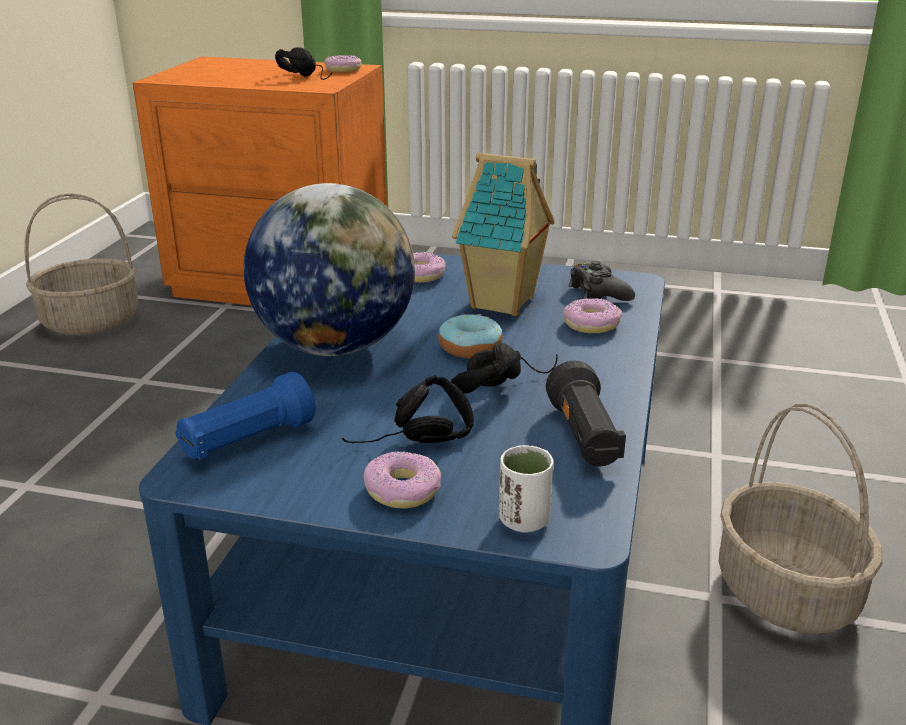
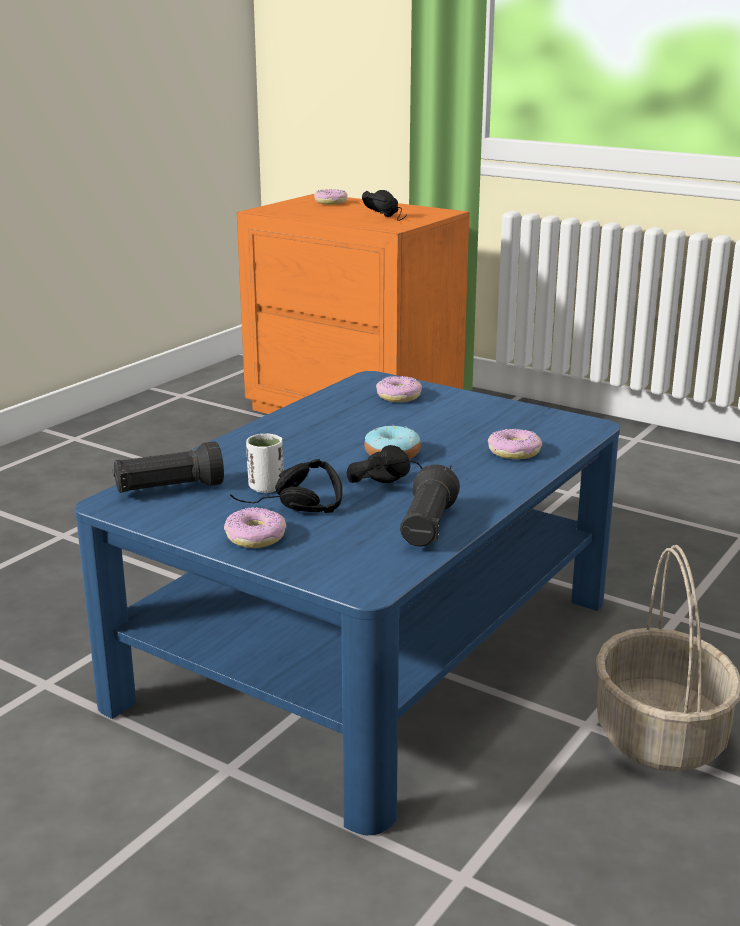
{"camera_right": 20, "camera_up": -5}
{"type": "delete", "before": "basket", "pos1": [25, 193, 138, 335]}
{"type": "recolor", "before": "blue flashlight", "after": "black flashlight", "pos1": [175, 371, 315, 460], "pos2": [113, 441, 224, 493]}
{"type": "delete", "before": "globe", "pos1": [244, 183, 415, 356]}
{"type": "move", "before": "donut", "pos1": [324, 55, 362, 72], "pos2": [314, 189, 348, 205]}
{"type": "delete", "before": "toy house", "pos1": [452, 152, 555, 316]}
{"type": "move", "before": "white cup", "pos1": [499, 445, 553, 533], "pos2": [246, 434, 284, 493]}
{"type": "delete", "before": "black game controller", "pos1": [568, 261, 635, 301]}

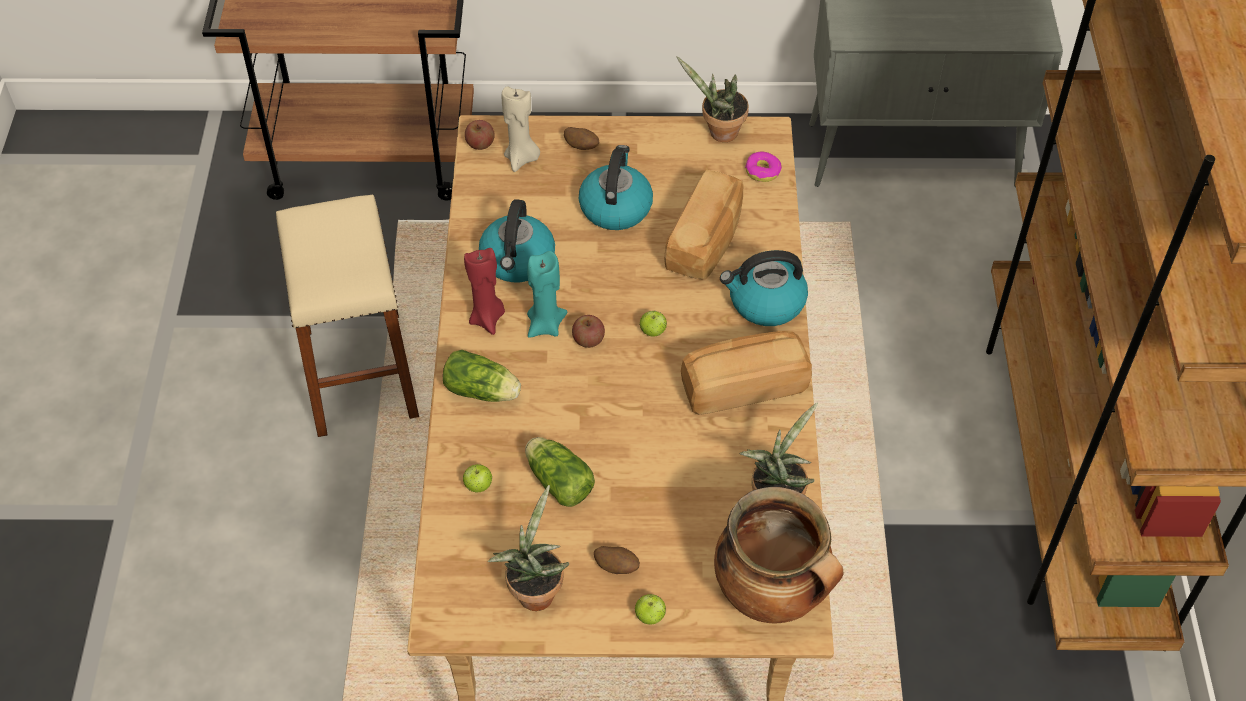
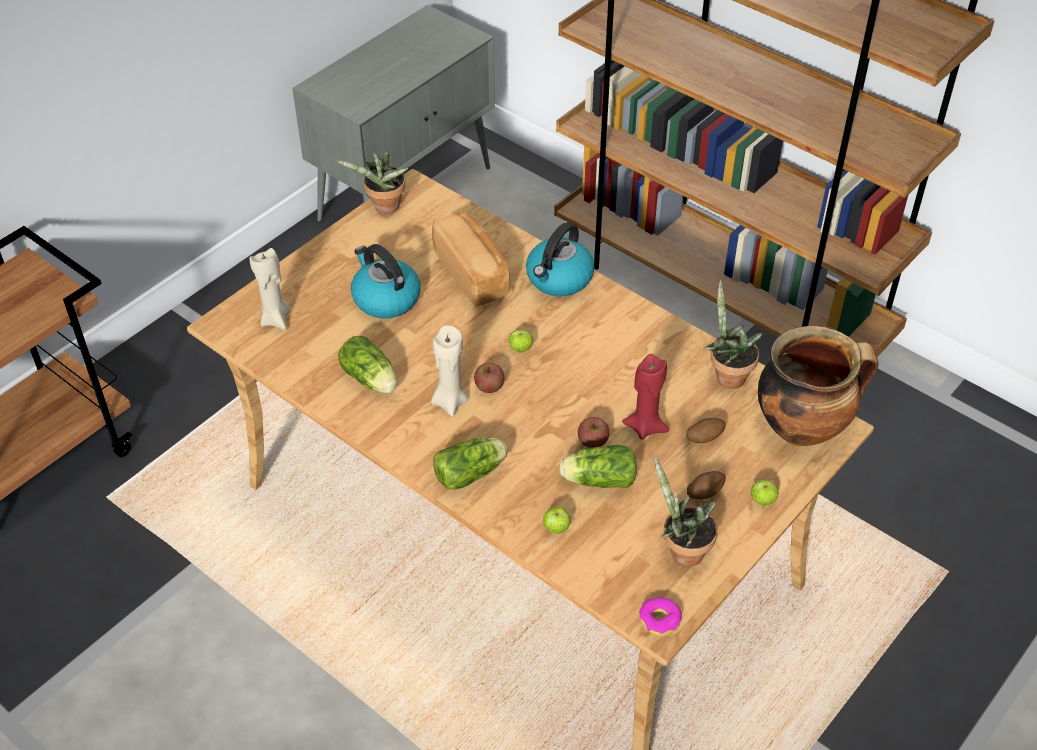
{"camera_right": -50, "camera_up": -5}
{"type": "delete", "before": "beige stool", "pos1": [276, 195, 419, 437]}
{"type": "move", "before": "red candle", "pos1": [464, 248, 505, 335], "pos2": [622, 354, 669, 440]}
{"type": "move", "before": "apple", "pos1": [465, 120, 494, 150], "pos2": [578, 417, 609, 448]}
{"type": "replace", "before": "kettle", "after": "lettuce", "pos1": [479, 199, 555, 282], "pos2": [338, 336, 397, 393]}
{"type": "recolor", "before": "turquoise candle", "after": "beige candle", "pos1": [527, 251, 567, 338], "pos2": [431, 325, 468, 416]}
{"type": "move", "before": "potato", "pos1": [564, 127, 599, 150], "pos2": [686, 418, 726, 443]}
{"type": "delete", "before": "bread", "pos1": [681, 331, 812, 415]}
{"type": "move", "before": "donut", "pos1": [745, 152, 782, 182], "pos2": [639, 597, 682, 636]}

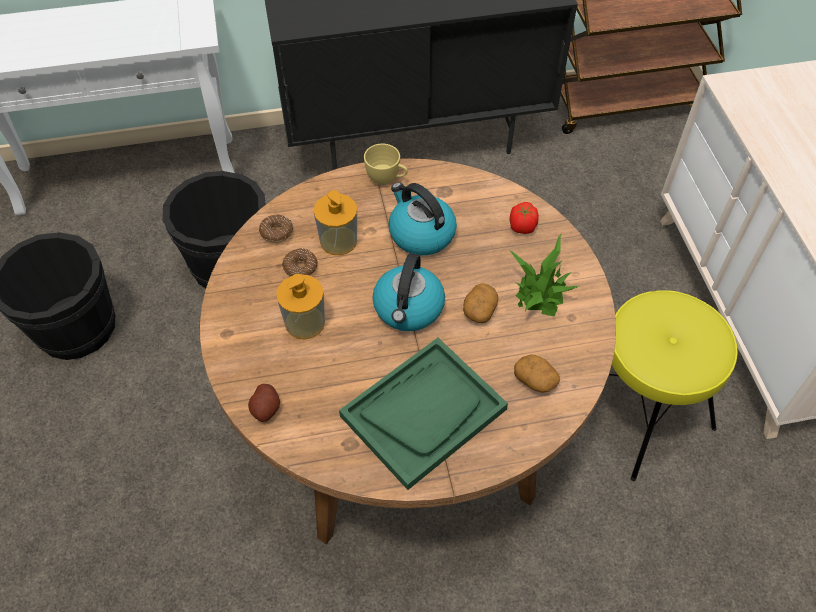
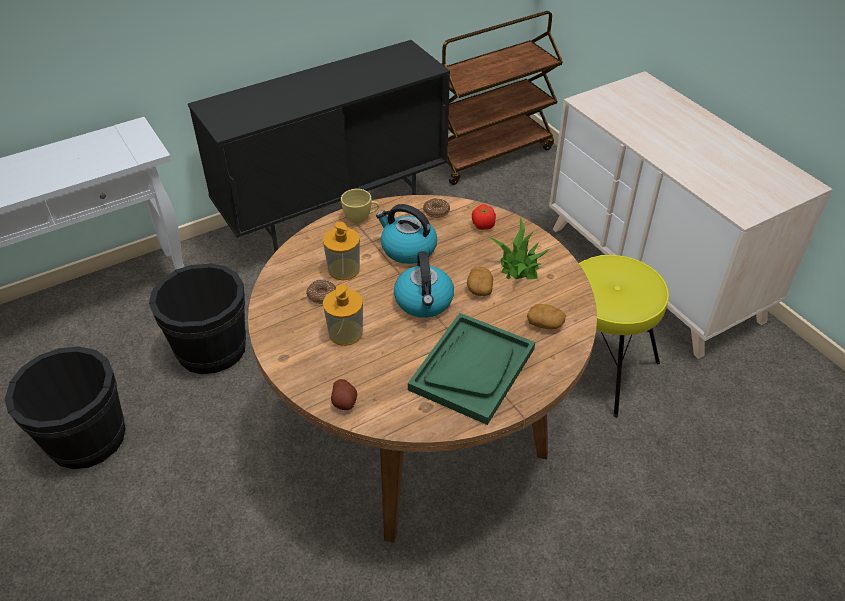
{"camera_right": -20, "camera_up": -10}
{"type": "move", "before": "donut", "pos1": [259, 215, 293, 243], "pos2": [423, 198, 450, 218]}

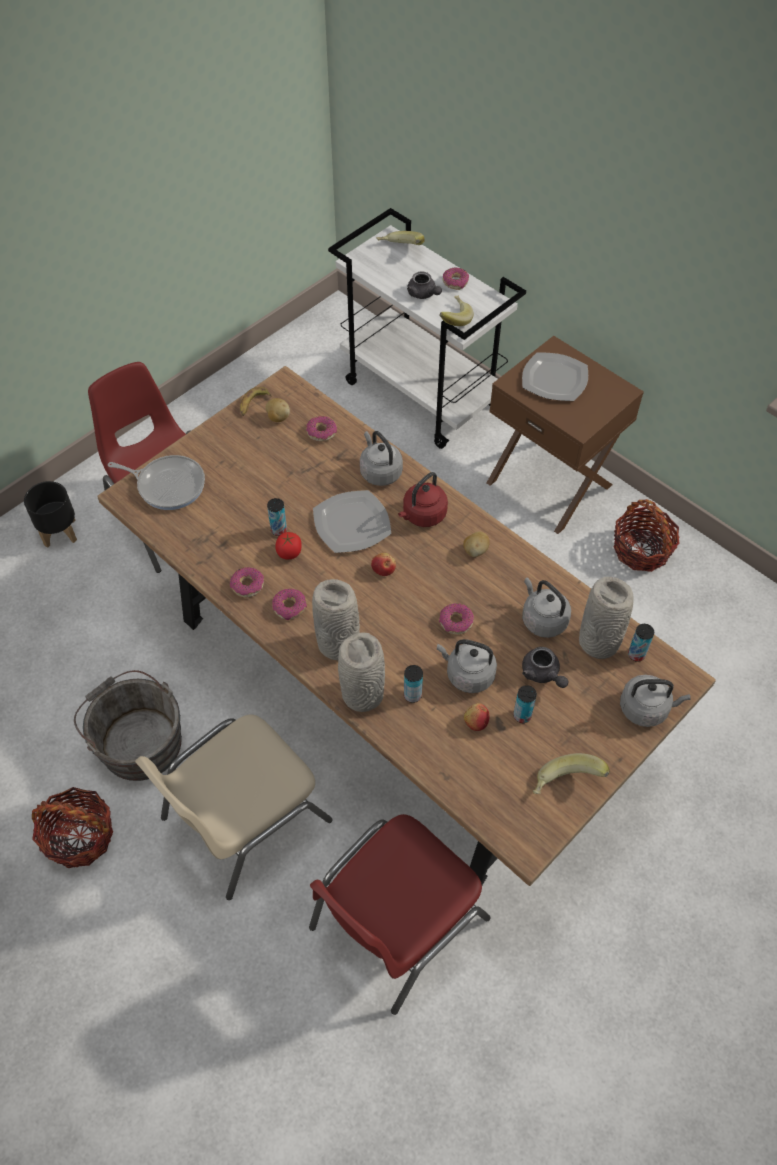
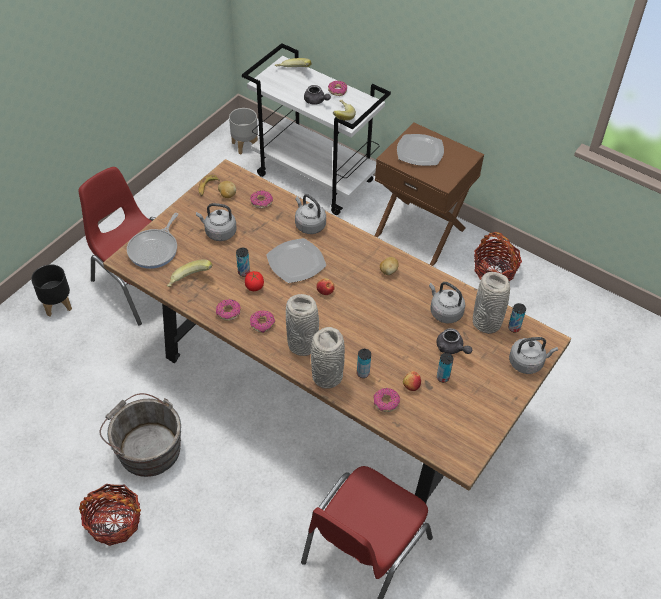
{"camera_right": -10, "camera_up": -5}
{"type": "rotate", "before": "frying pan", "pos1": [108, 455, 205, 510], "pos2": [127, 213, 178, 269], "turn": 105}
{"type": "delete", "before": "beige chair", "pos1": [135, 714, 333, 900]}
{"type": "delete", "before": "red kettle", "pos1": [398, 472, 448, 527]}
{"type": "move", "before": "grey kettle", "pos1": [437, 639, 497, 693], "pos2": [196, 203, 237, 241]}
{"type": "move", "before": "donut", "pos1": [439, 603, 474, 635], "pos2": [373, 388, 400, 412]}
{"type": "move", "before": "banana", "pos1": [533, 753, 610, 794], "pos2": [167, 260, 213, 287]}
{"type": "insert", "after": "grey planter", "pos2": [229, 108, 258, 154]}

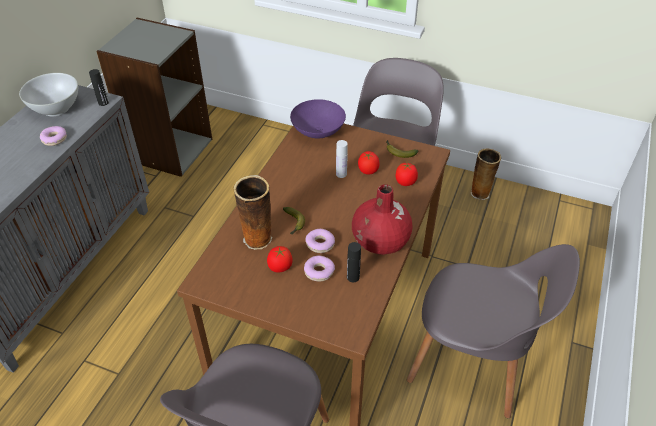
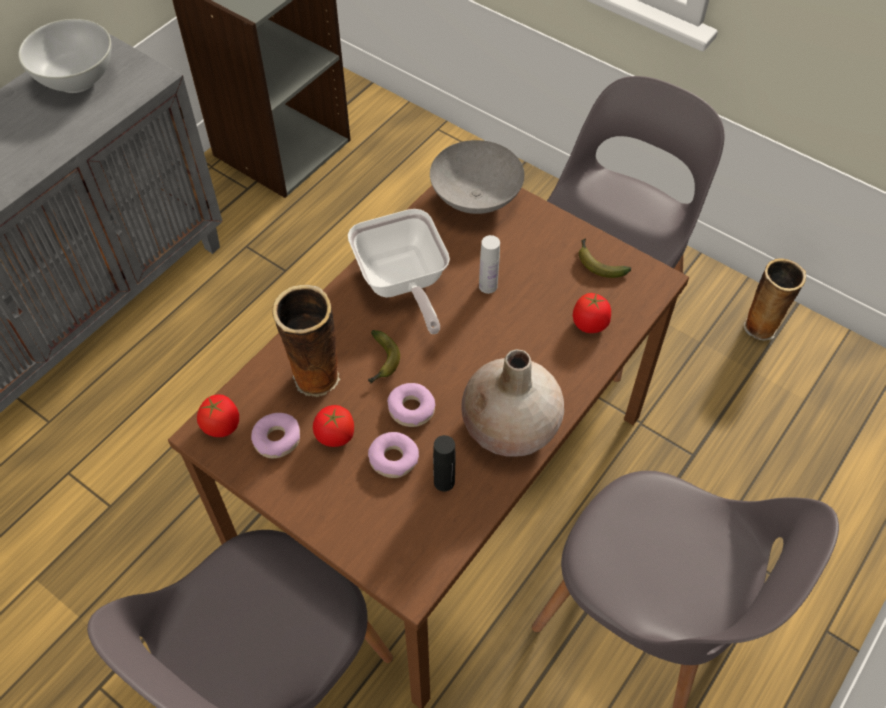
{"camera_right": 15, "camera_up": 10}
{"type": "move", "before": "donut", "pos1": [40, 126, 67, 146], "pos2": [251, 413, 300, 458]}
{"type": "delete", "before": "black bottle", "pos1": [89, 69, 109, 106]}
{"type": "recolor", "before": "purple bowl", "after": "grey bowl", "pos1": [290, 99, 346, 139], "pos2": [430, 140, 524, 214]}
{"type": "recolor", "before": "red vase", "after": "beige vase", "pos1": [352, 184, 413, 255], "pos2": [461, 349, 564, 456]}
{"type": "move", "before": "tomato", "pos1": [358, 151, 380, 174], "pos2": [197, 394, 239, 437]}
{"type": "insert", "after": "frying pan", "pos2": [348, 209, 450, 334]}

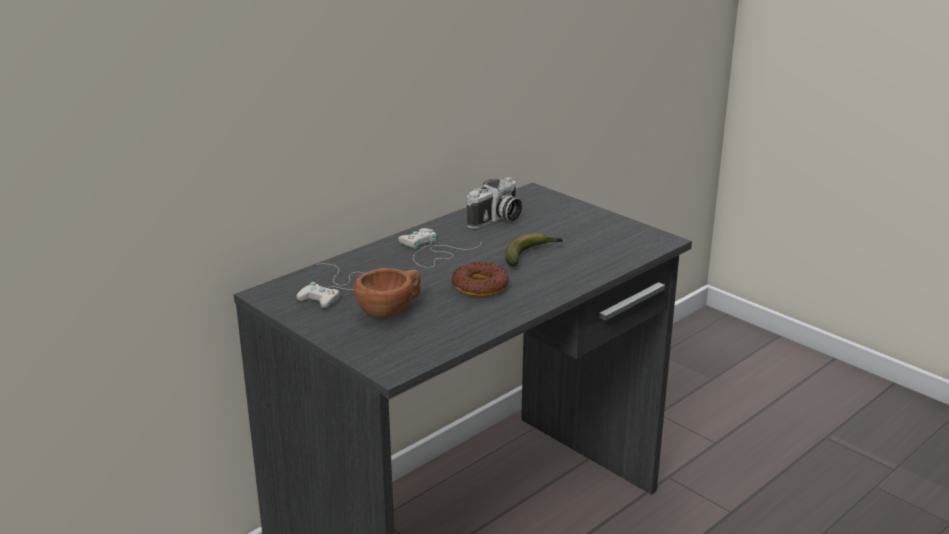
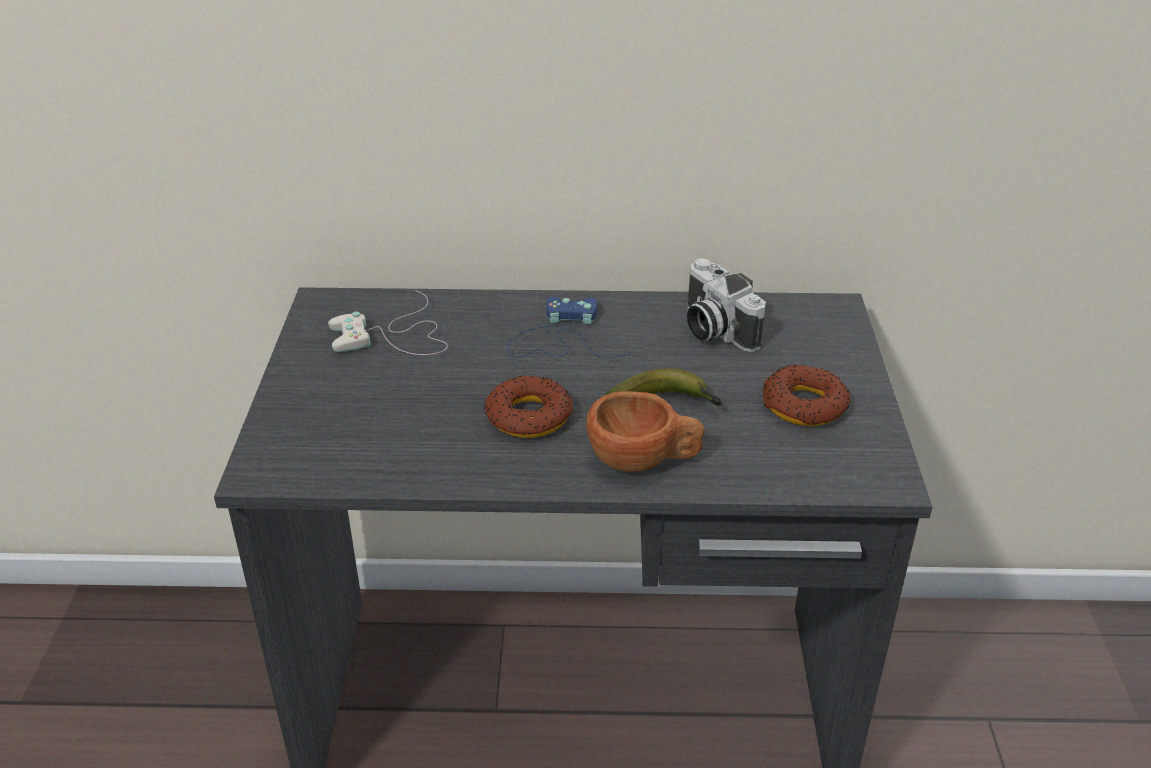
{"camera_right": 45, "camera_up": 10}
{"type": "move", "before": "brown cup", "pos1": [354, 268, 421, 319], "pos2": [586, 391, 705, 472]}
{"type": "recolor", "before": "white game controller", "after": "blue game controller", "pos1": [398, 228, 482, 268], "pos2": [507, 297, 631, 358]}
{"type": "rotate", "before": "photo camera", "pos1": [467, 177, 522, 229], "pos2": [687, 258, 766, 352], "turn": 60}
{"type": "insert", "after": "donut", "pos2": [762, 365, 851, 426]}

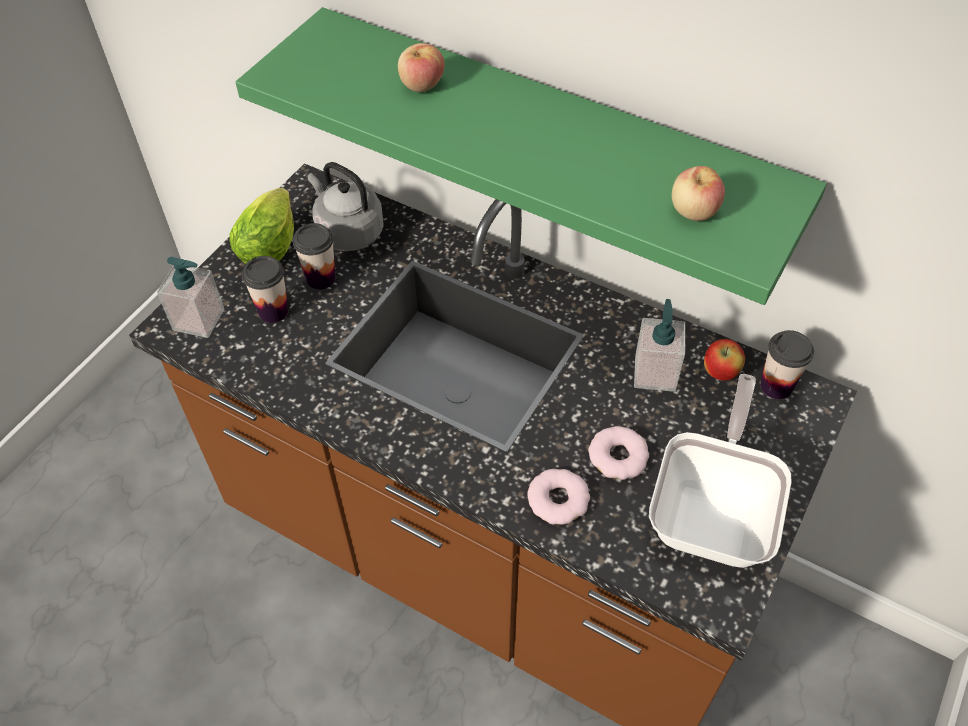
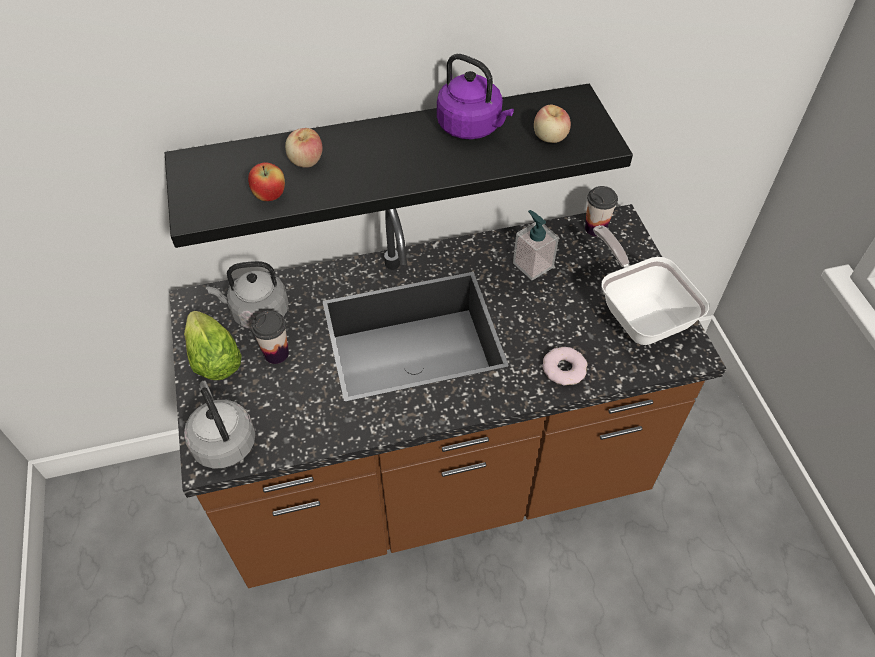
{"camera_right": -45, "camera_up": 0}
{"type": "replace", "before": "soap dispenser", "after": "grey kettle", "pos1": [157, 257, 224, 338], "pos2": [184, 381, 255, 469]}
{"type": "recolor", "before": "green shelf", "after": "black shelf", "pos1": [235, 7, 827, 305], "pos2": [165, 84, 633, 248]}
{"type": "delete", "before": "cup", "pos1": [242, 256, 289, 323]}
{"type": "delete", "before": "donut", "pos1": [588, 426, 649, 480]}
{"type": "move", "before": "apple", "pos1": [704, 339, 745, 381], "pos2": [248, 162, 285, 201]}
{"type": "insert", "after": "purple kettle", "pos2": [437, 54, 514, 139]}

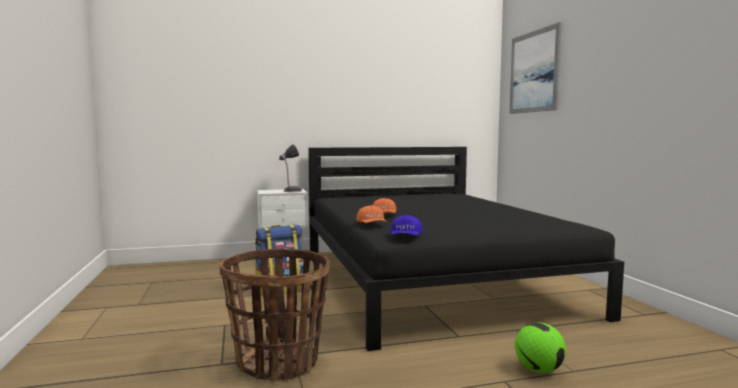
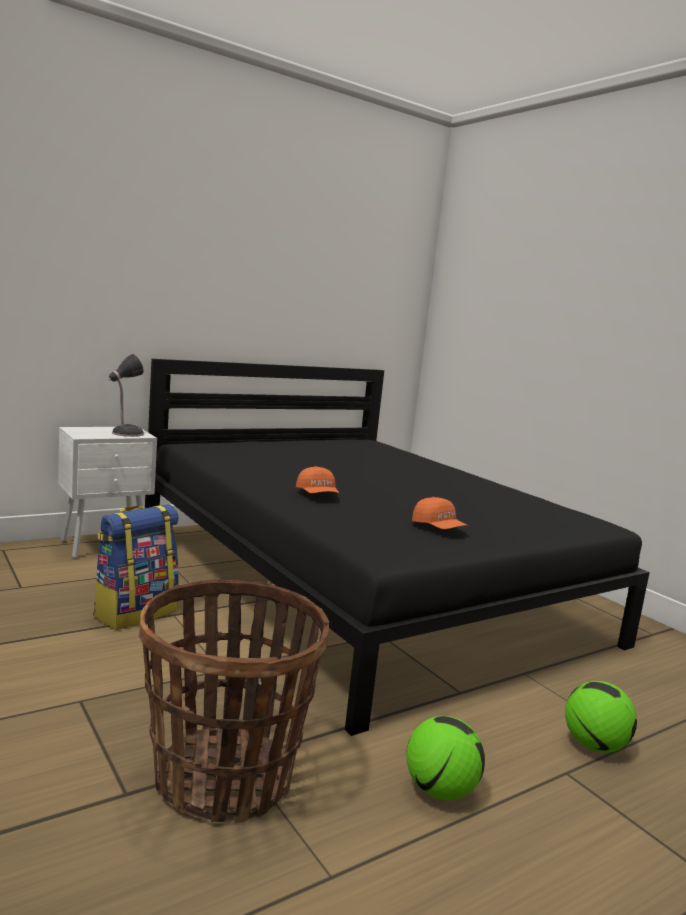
{"camera_right": -20, "camera_up": 5}
{"type": "move", "before": "orange cap", "pos1": [356, 205, 387, 223], "pos2": [412, 497, 468, 529]}
{"type": "delete", "before": "blue cap", "pos1": [391, 215, 423, 235]}
{"type": "delete", "before": "picture", "pos1": [510, 22, 561, 114]}
{"type": "insert", "after": "football", "pos2": [406, 716, 485, 800]}

